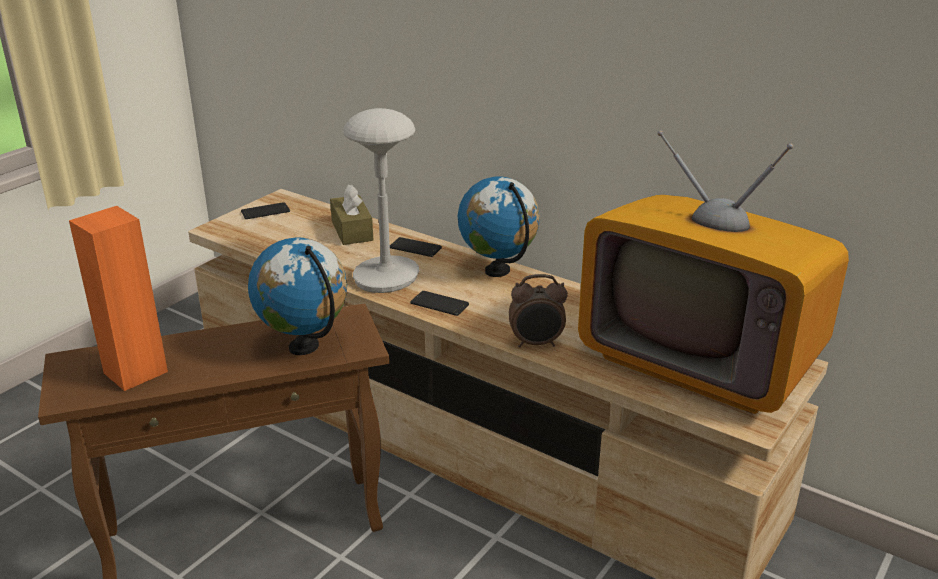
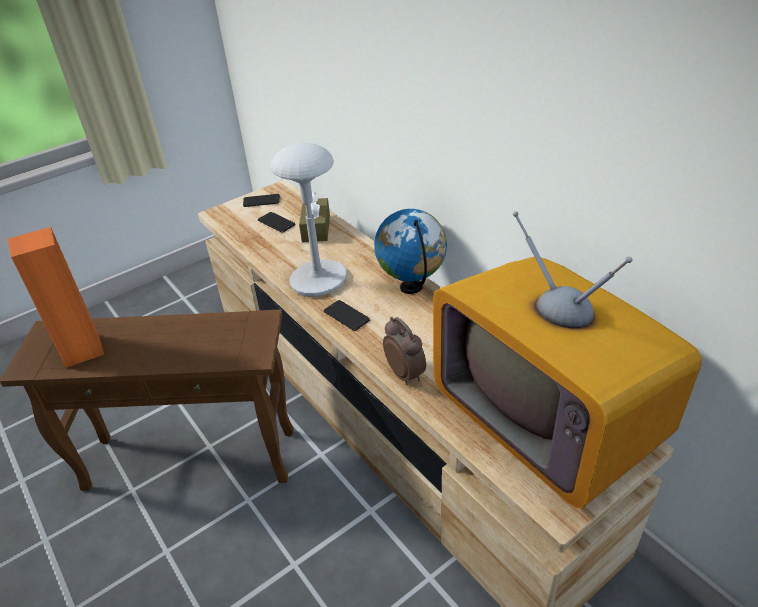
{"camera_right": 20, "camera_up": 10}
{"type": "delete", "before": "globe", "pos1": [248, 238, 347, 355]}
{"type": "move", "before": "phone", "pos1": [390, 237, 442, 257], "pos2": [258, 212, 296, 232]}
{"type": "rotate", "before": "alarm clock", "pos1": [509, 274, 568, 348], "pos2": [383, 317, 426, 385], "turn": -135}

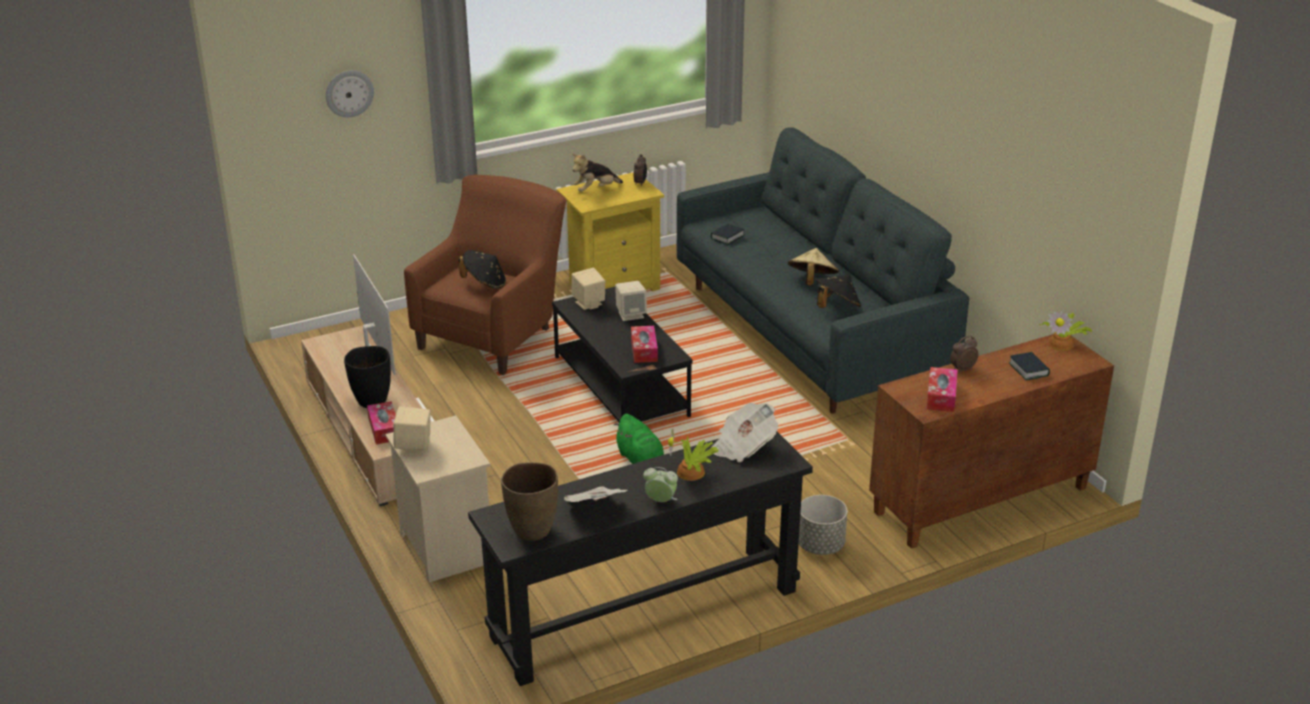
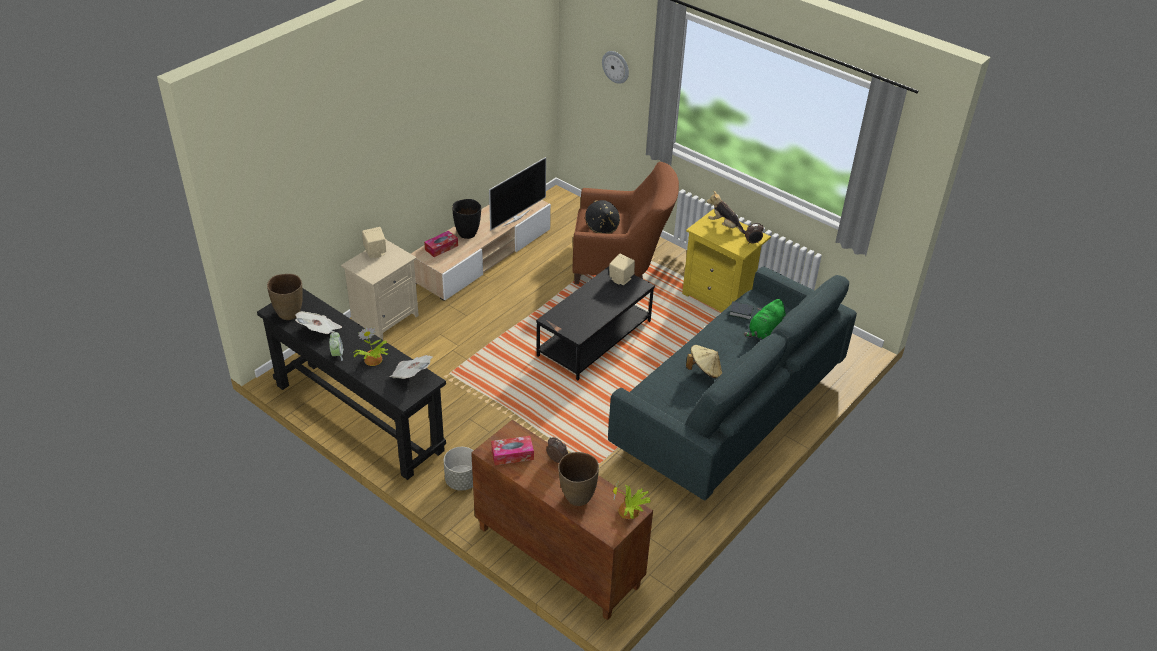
{"camera_right": 65, "camera_up": 10}
{"type": "move", "before": "green plush toy", "pos1": [613, 414, 664, 464], "pos2": [744, 299, 786, 339]}
{"type": "delete", "before": "beige speaker", "pos1": [615, 281, 647, 321]}
{"type": "delete", "before": "tissue box", "pos1": [631, 326, 658, 363]}
{"type": "delete", "before": "black hat", "pos1": [815, 275, 862, 308]}
{"type": "replace", "before": "book", "after": "brown vase", "pos1": [1009, 352, 1050, 380], "pos2": [558, 452, 599, 506]}

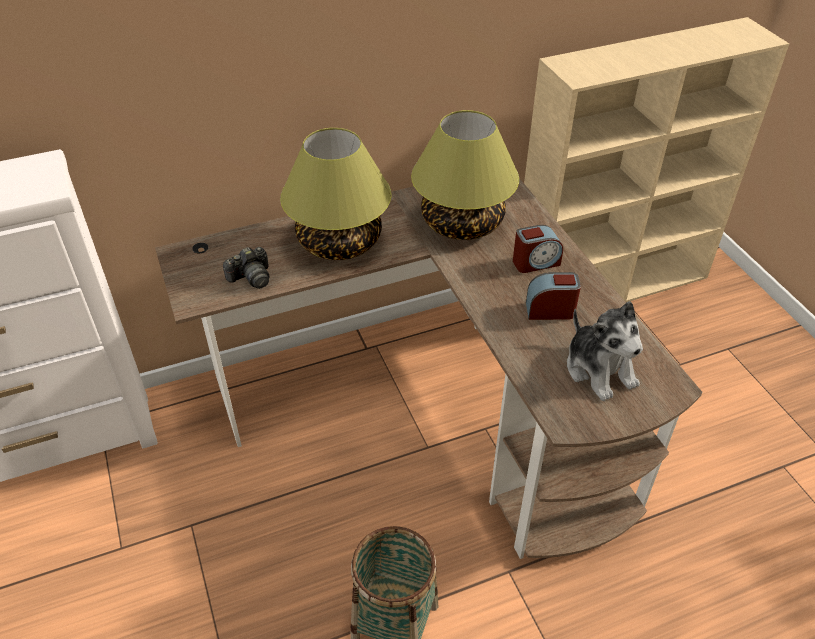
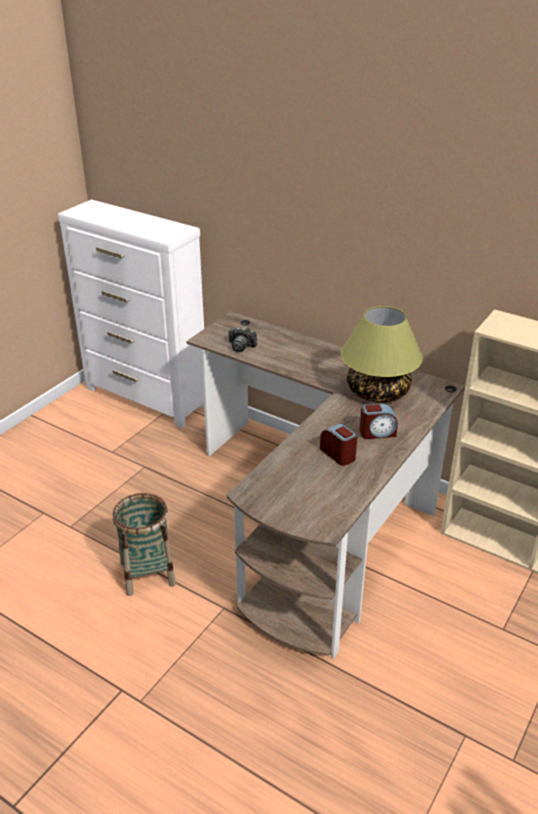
{"camera_right": 55, "camera_up": -10}
{"type": "delete", "before": "table lamp", "pos1": [280, 128, 392, 260]}
{"type": "rotate", "before": "alarm clock", "pos1": [513, 225, 563, 273], "pos2": [360, 403, 398, 439], "turn": -45}
{"type": "delete", "before": "plush toy", "pos1": [567, 301, 643, 401]}

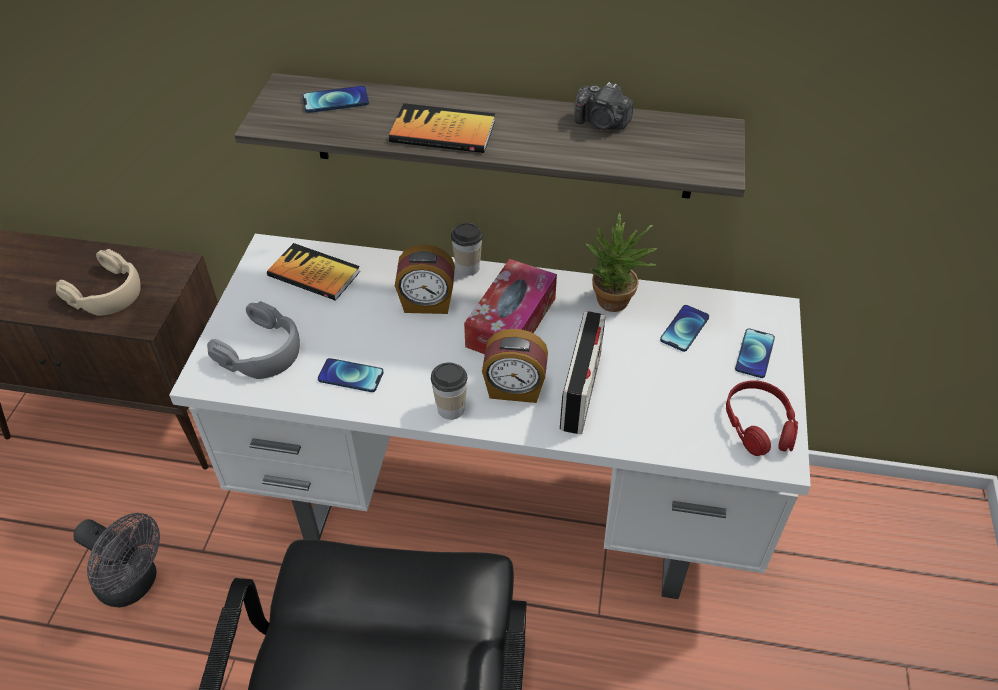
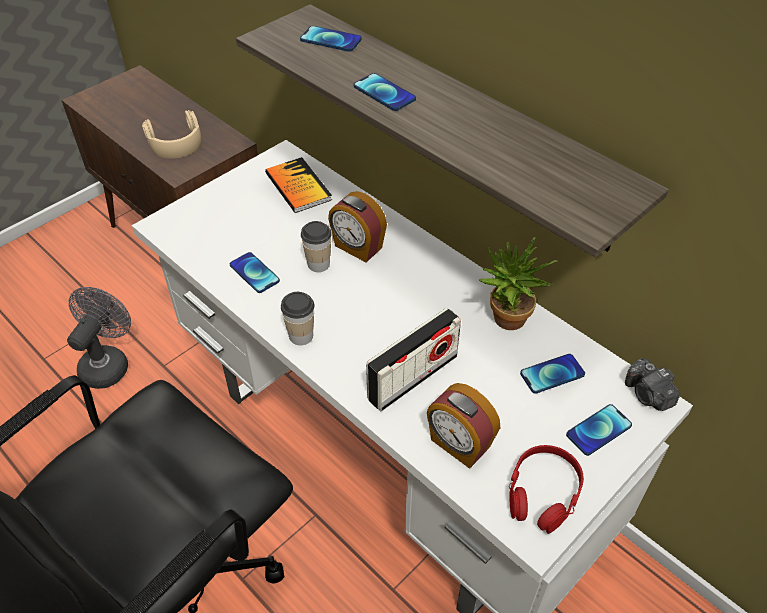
{"camera_right": 35, "camera_up": 0}
{"type": "rotate", "before": "grey fan", "pos1": [73, 513, 160, 607], "pos2": [67, 287, 131, 389], "turn": -135}
{"type": "delete", "before": "grey headphones", "pos1": [207, 301, 300, 379]}
{"type": "replace", "before": "book", "after": "phone", "pos1": [389, 103, 495, 153], "pos2": [354, 73, 416, 111]}
{"type": "move", "before": "cup", "pos1": [451, 223, 483, 276], "pos2": [301, 221, 332, 272]}
{"type": "delete", "before": "tissue box", "pos1": [464, 259, 557, 354]}
{"type": "move", "before": "alarm clock", "pos1": [482, 329, 548, 403], "pos2": [427, 383, 500, 469]}
{"type": "move", "before": "photo camera", "pos1": [575, 82, 633, 130], "pos2": [625, 358, 680, 411]}

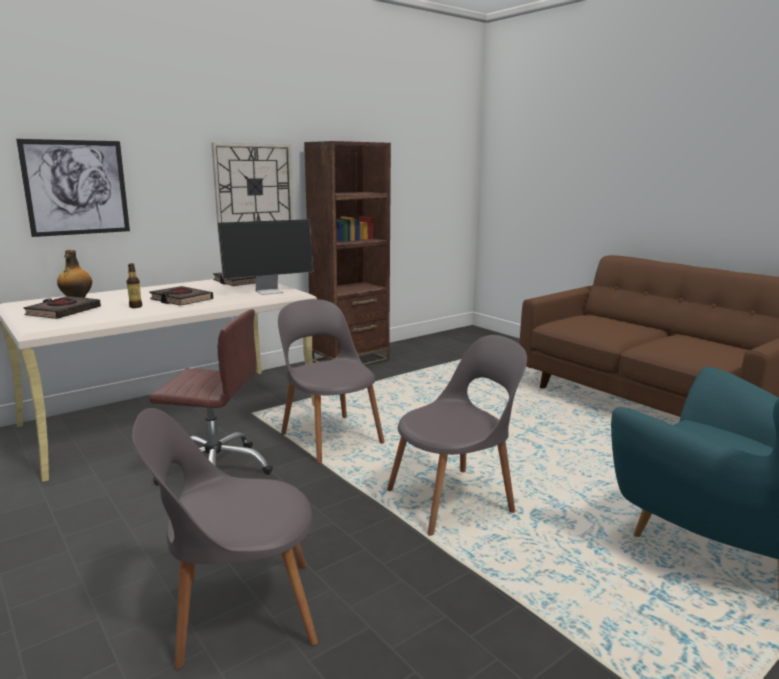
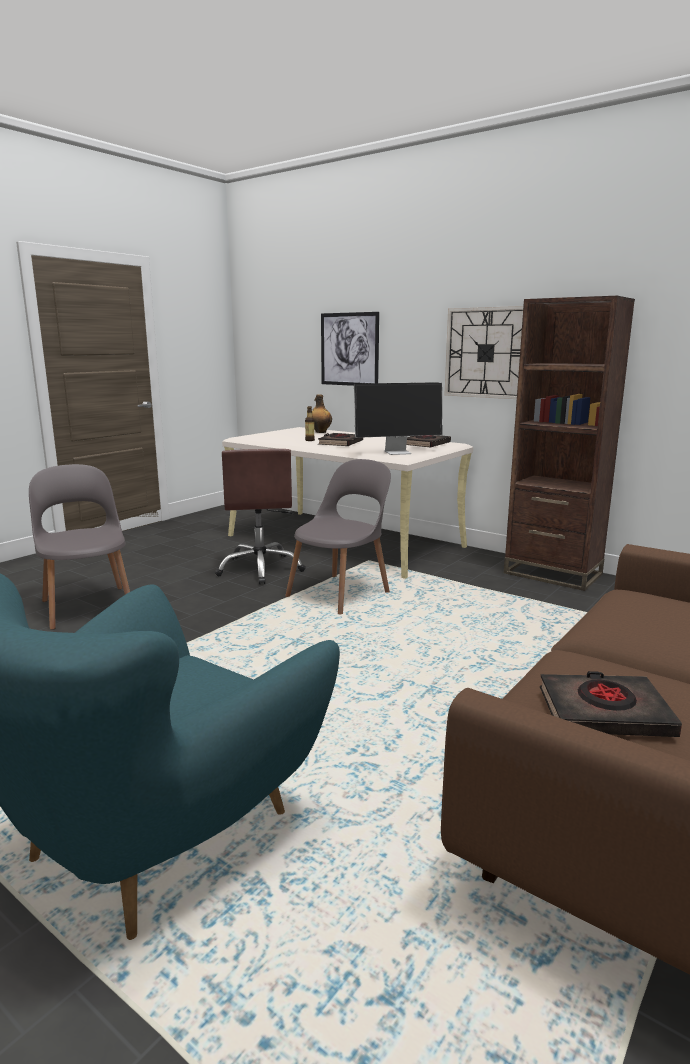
{"camera_right": 75, "camera_up": 0}
{"type": "move", "before": "black book", "pos1": [23, 296, 101, 319], "pos2": [540, 671, 682, 737]}
{"type": "rotate", "before": "monitor", "pos1": [217, 219, 314, 295], "pos2": [354, 382, 442, 455], "turn": -60}
{"type": "delete", "before": "grey chair", "pos1": [387, 335, 527, 536]}

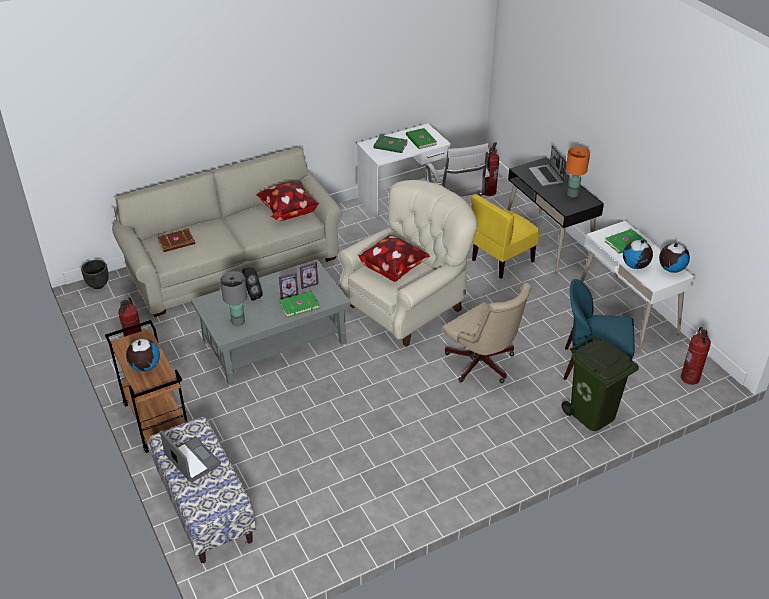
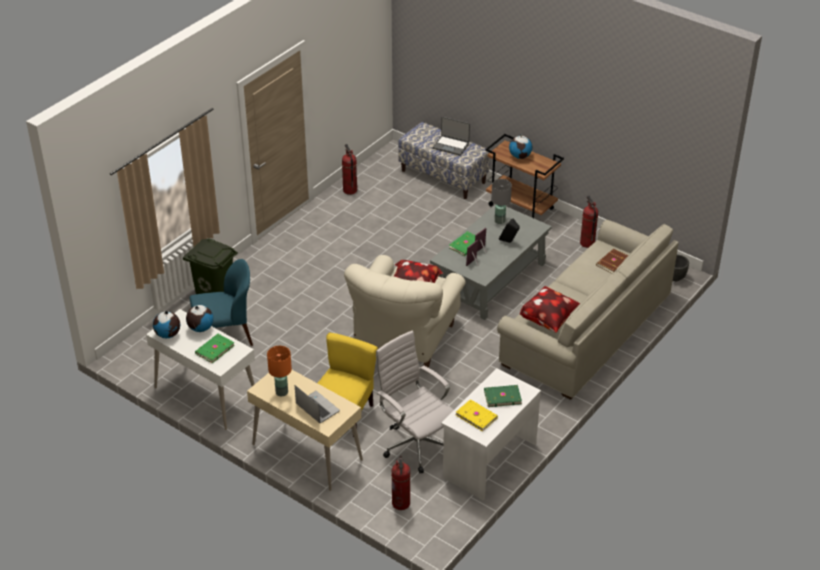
{"camera_right": 155, "camera_up": 0}
{"type": "recolor", "before": "green book", "after": "yellow book", "pos1": [406, 128, 437, 149], "pos2": [456, 399, 498, 431]}
{"type": "delete", "before": "beige office chair", "pos1": [443, 283, 531, 383]}
{"type": "recolor", "before": "black desk", "after": "beige desk", "pos1": [507, 157, 604, 274], "pos2": [247, 370, 363, 491]}
{"type": "move", "before": "fire extinguisher", "pos1": [681, 327, 711, 385], "pos2": [342, 144, 357, 195]}

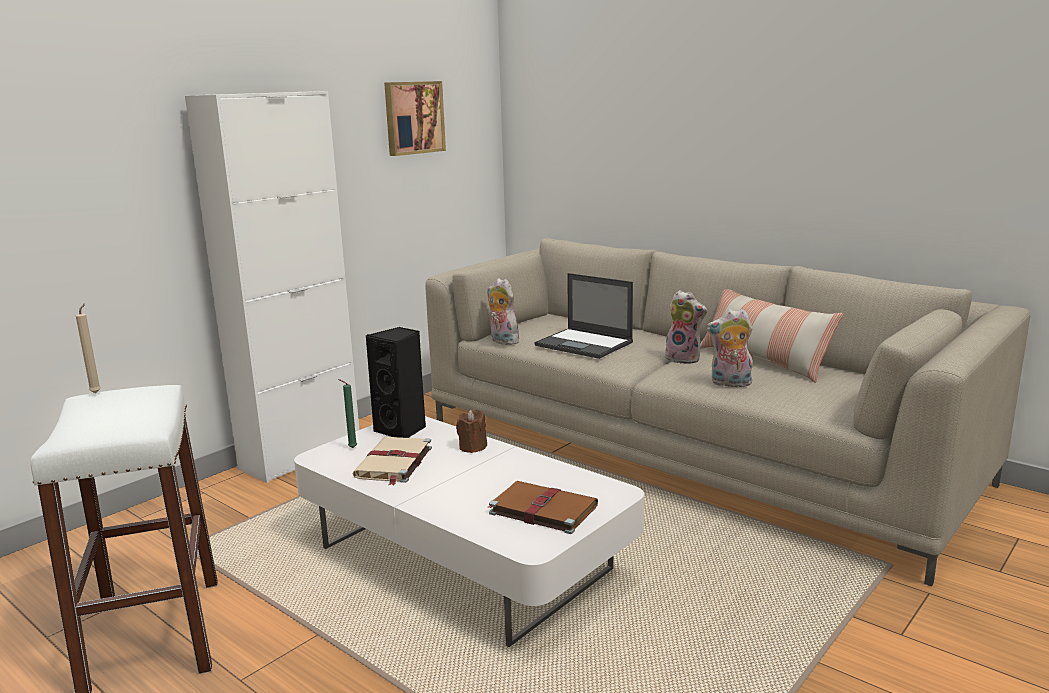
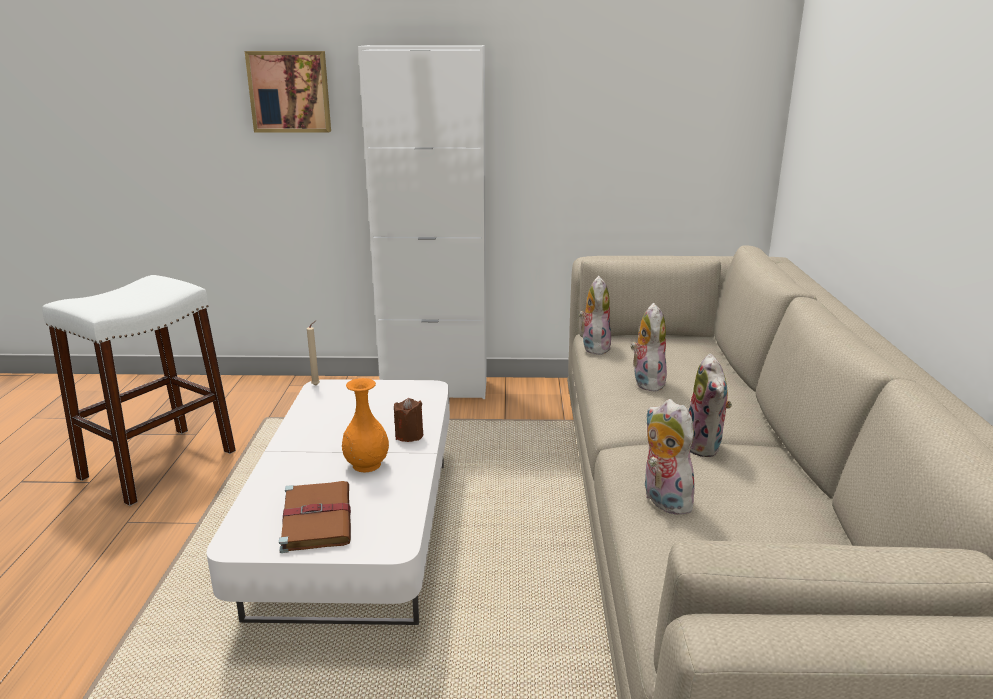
{"camera_right": 50, "camera_up": 5}
{"type": "move", "before": "beige candle", "pos1": [76, 303, 101, 393], "pos2": [307, 320, 320, 385]}
{"type": "delete", "before": "green candle", "pos1": [338, 379, 357, 448]}
{"type": "delete", "before": "beige book", "pos1": [353, 437, 432, 485]}
{"type": "delete", "before": "black speaker", "pos1": [365, 327, 426, 438]}
{"type": "move", "before": "picture", "pos1": [384, 81, 446, 156], "pos2": [245, 51, 331, 133]}
{"type": "replace", "before": "laptop", "after": "plush toy", "pos1": [535, 273, 633, 359], "pos2": [630, 303, 667, 392]}
{"type": "delete", "before": "pillow", "pos1": [700, 289, 843, 383]}
{"type": "insert", "after": "orange vase", "pos2": [342, 378, 389, 472]}

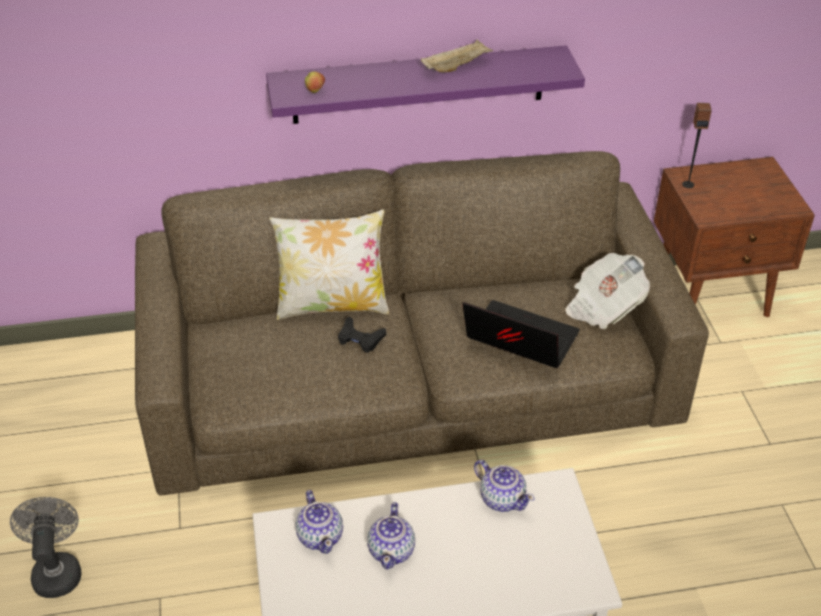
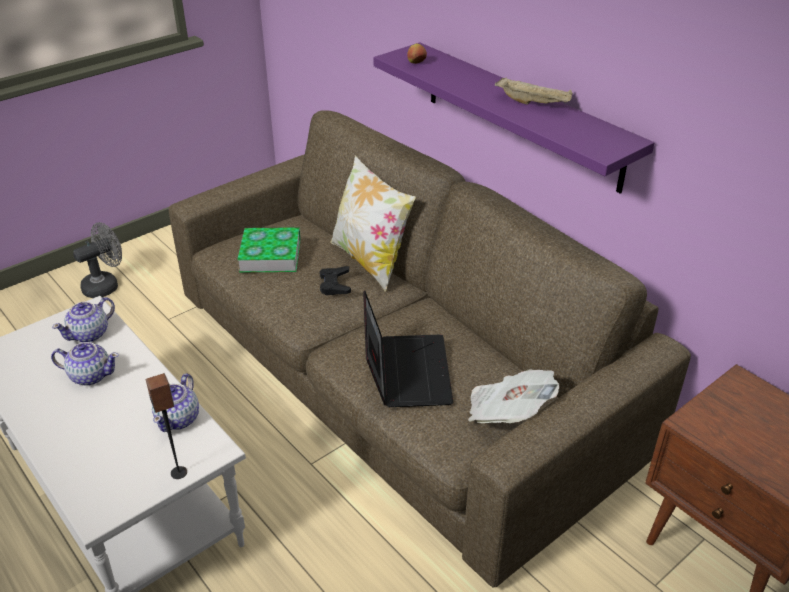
{"camera_right": 60, "camera_up": -5}
{"type": "rotate", "before": "teapot", "pos1": [367, 502, 415, 569], "pos2": [51, 342, 119, 386], "turn": -150}
{"type": "move", "before": "speaker", "pos1": [682, 103, 712, 188], "pos2": [146, 373, 187, 479]}
{"type": "insert", "after": "book", "pos2": [237, 227, 301, 273]}

